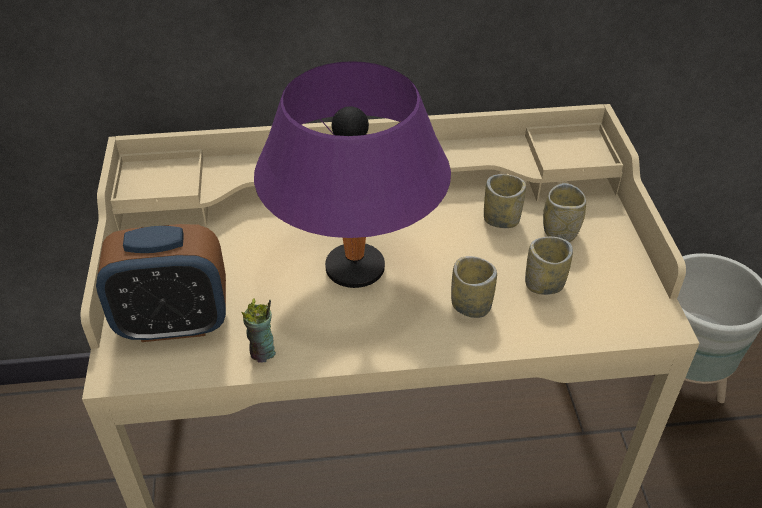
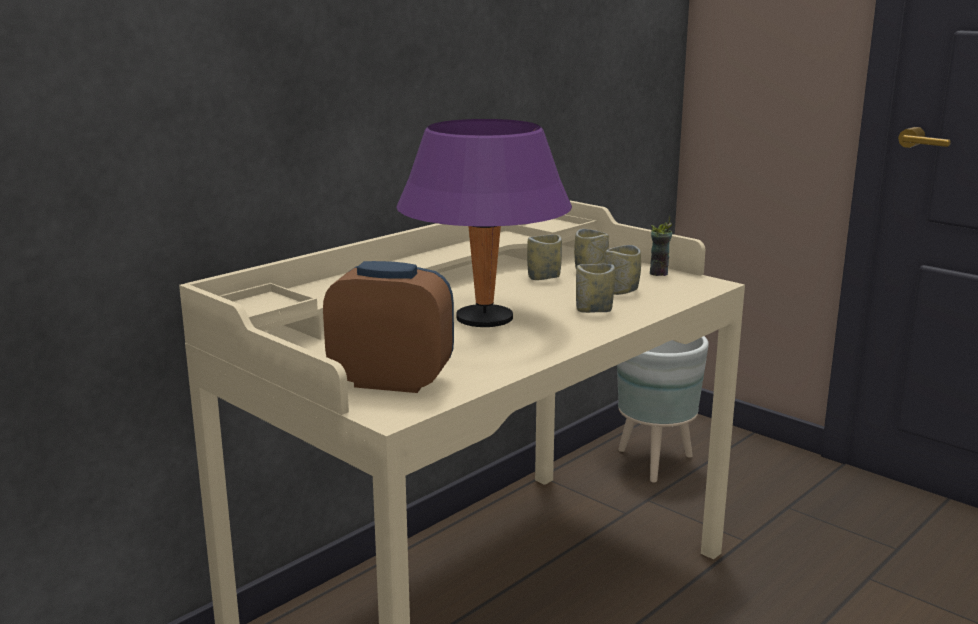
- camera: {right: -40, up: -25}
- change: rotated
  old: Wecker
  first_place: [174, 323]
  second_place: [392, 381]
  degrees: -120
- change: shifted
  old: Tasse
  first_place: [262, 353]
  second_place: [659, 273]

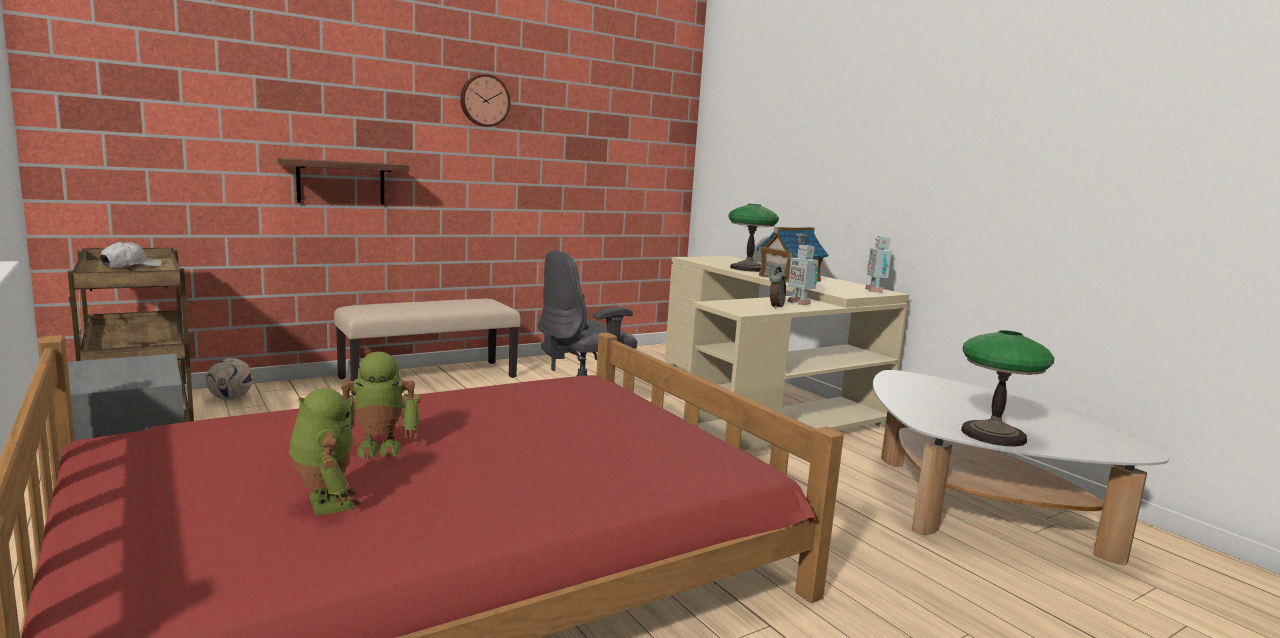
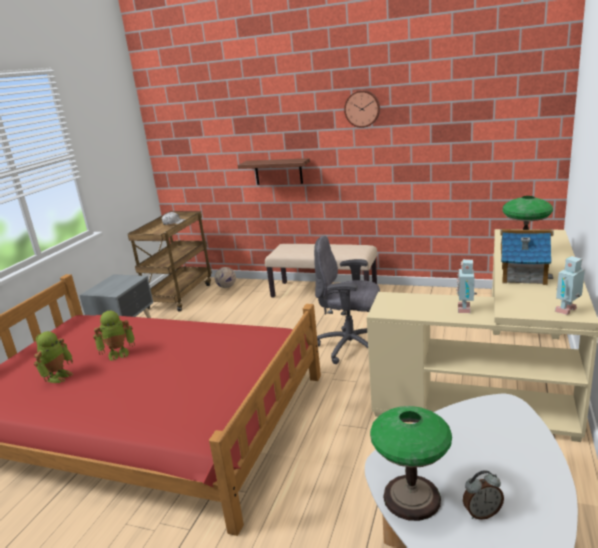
- camera: {right: 55, up: 10}
- change: rotated
  old: Spielzeugroboter
  first_place: [380, 448]
  second_place: [118, 353]
  degrees: -60
- change: shifted
  old: Wecker
  first_place: [775, 306]
  second_place: [481, 513]

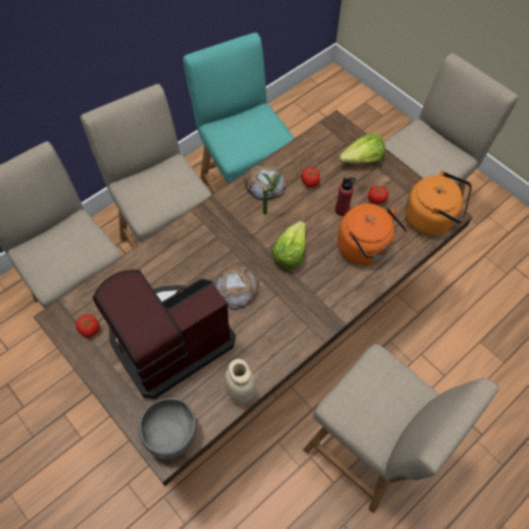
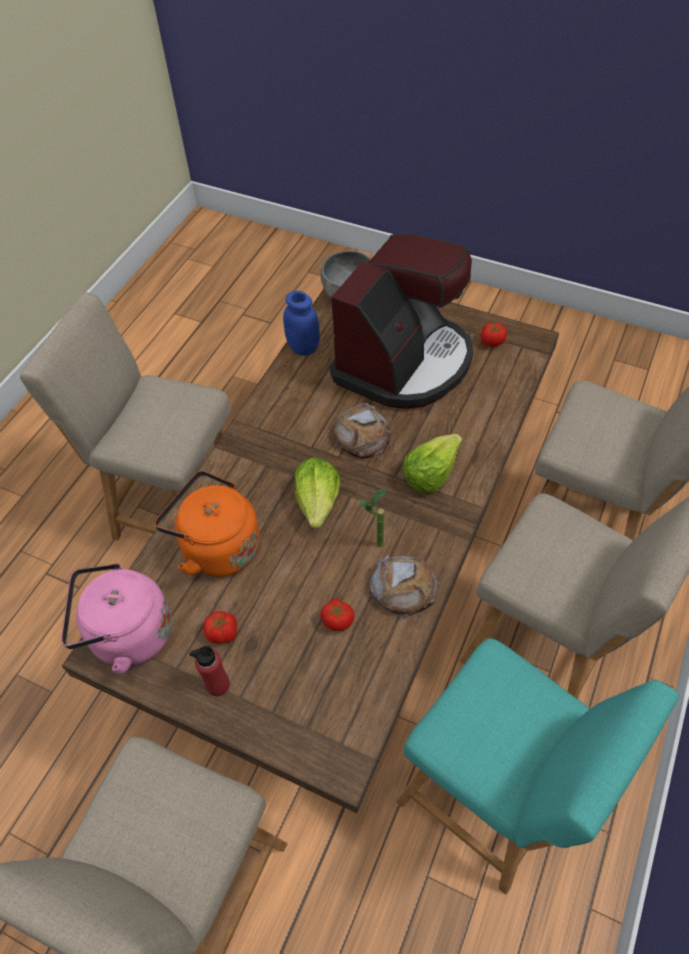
- camera: {right: 160, up: -5}
- change: repainted
  old: Vorratsglas [beige]
  new: Vorratsglas [blau]
  first_place: [240, 392]
  second_place: [303, 347]
- change: shifted
  old: Flasche [rot]
  first_place: [342, 210]
  second_place: [217, 685]
- change: shifted
  old: Salatkopf
  first_place: [362, 160]
  second_place: [430, 472]
- change: repainted
  old: Wasserkessel [orange]
  new: Wasserkessel [rosa]
  first_place: [432, 218]
  second_place: [127, 635]

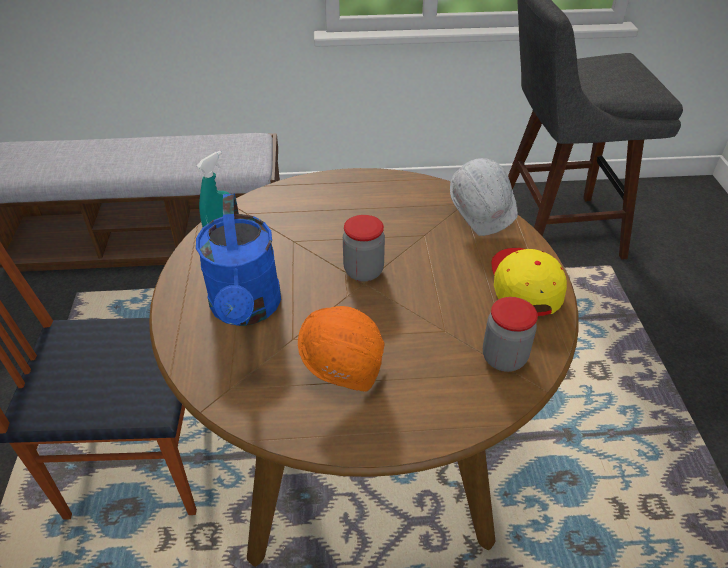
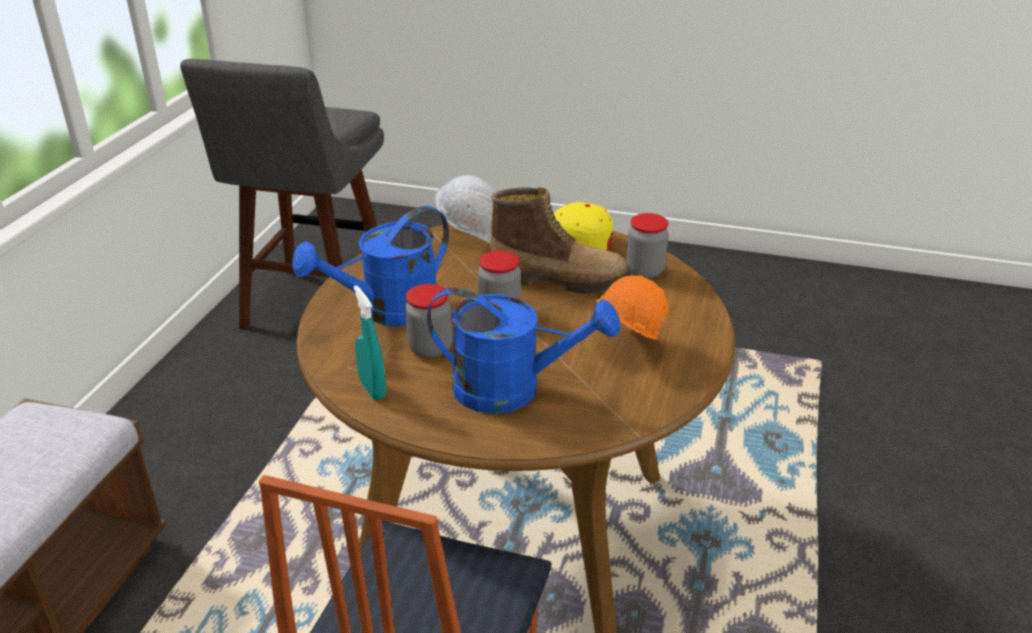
- camera: {right: -70, up: -10}
- change: new
  new: Gießkanne [blau]
  second_place: [389, 312]
- change: new
  new: Vorratsglas
  second_place: [430, 348]
- change: new
  new: Stiefel
  second_place: [559, 279]

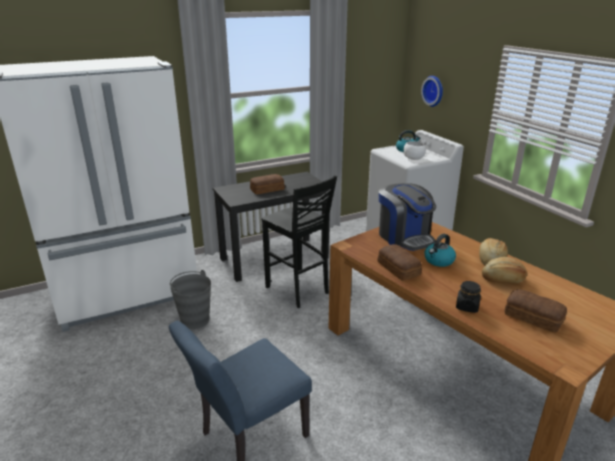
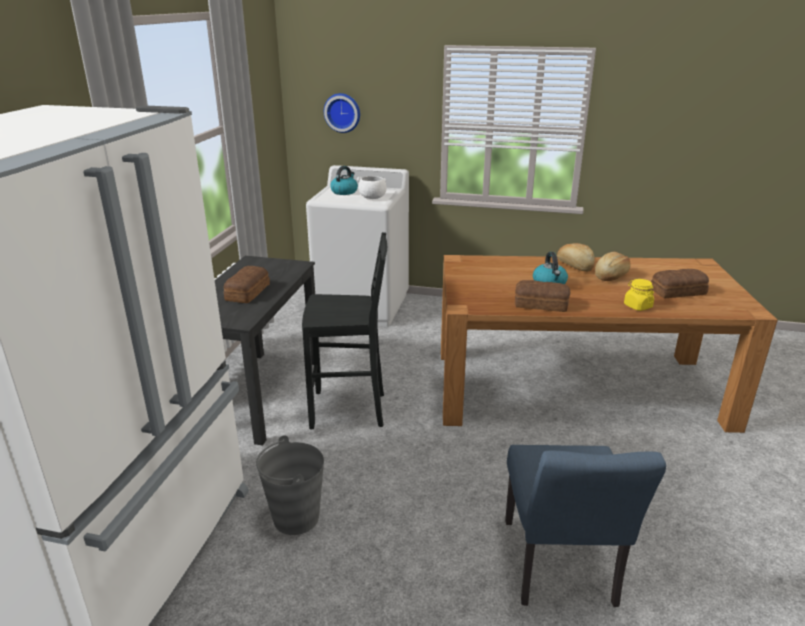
- camera: {right: -50, up: 0}
- change: gone
  old: Kaffeemaschine
  first_place: [404, 237]
- change: repainted
  old: Vorratsglas [schwarz]
  new: Vorratsglas [gelb]
  first_place: [467, 306]
  second_place: [637, 306]

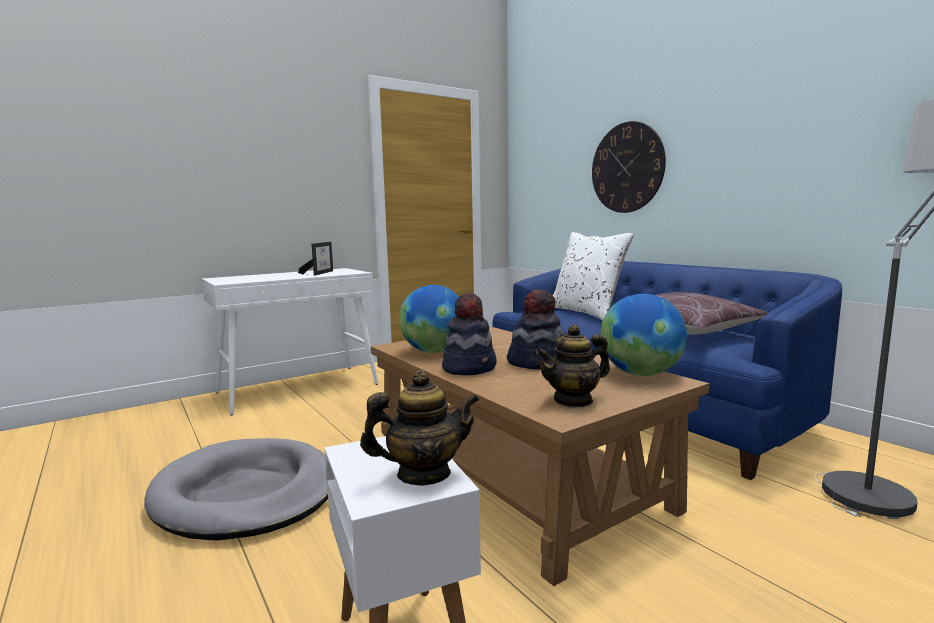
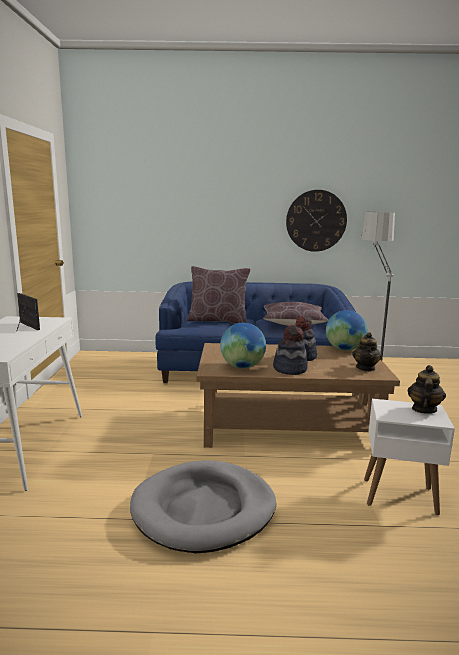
- camera: {right: -55, up: 5}
- change: repainted
  old: Kissen [weiß]
  new: Kissen [braun]
  first_place: [587, 312]
  second_place: [218, 320]
- change: shifted
  old: Wanduhr
  first_place: [627, 168]
  second_place: [316, 221]

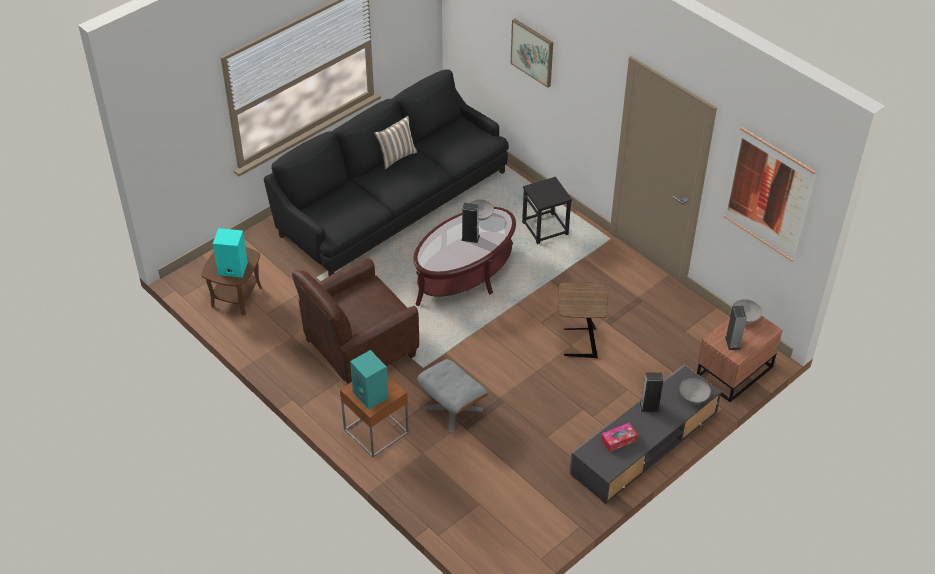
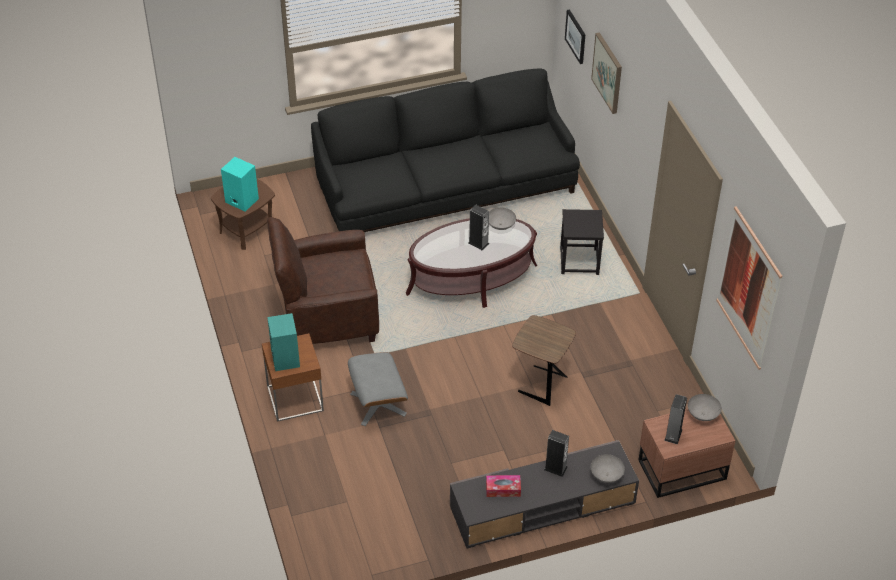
- camera: {right: 25, up: 0}
- change: gone
  old: Kissen
  first_place: [396, 157]
- change: new
  new: Bild
  second_place: [576, 36]

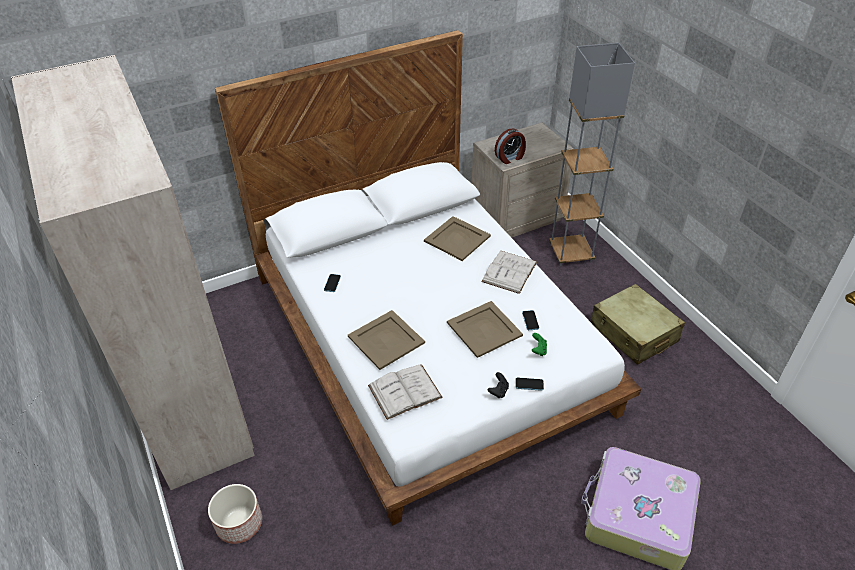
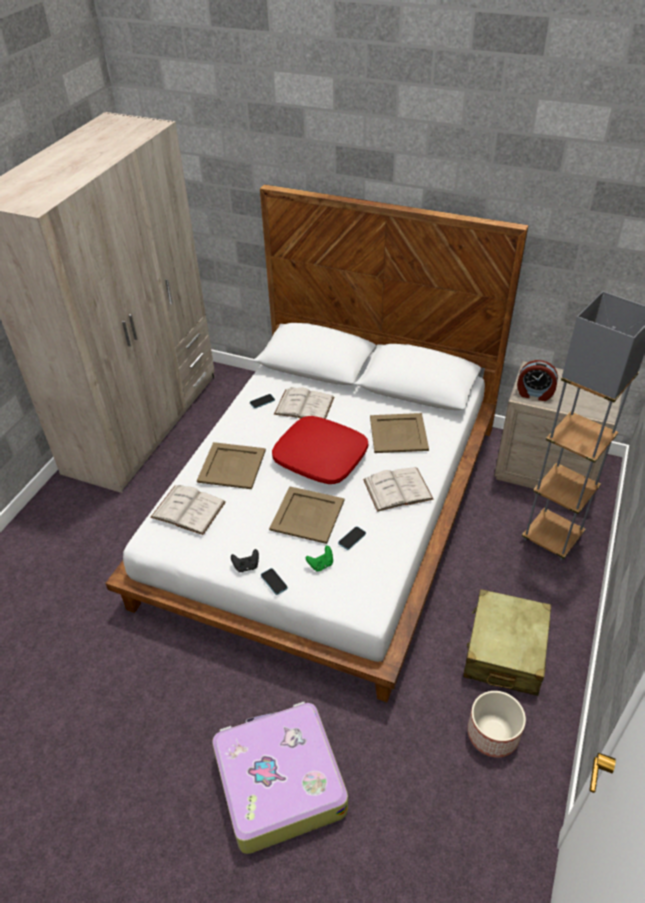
- camera: {right: 50, up: 0}
- change: shifted
  old: Pflanzkübel
  first_place: [240, 523]
  second_place: [493, 734]
- change: new
  new: Kissen [rot]
  second_place: [320, 458]
- change: new
  new: Buch [weiß]
  second_place: [304, 405]

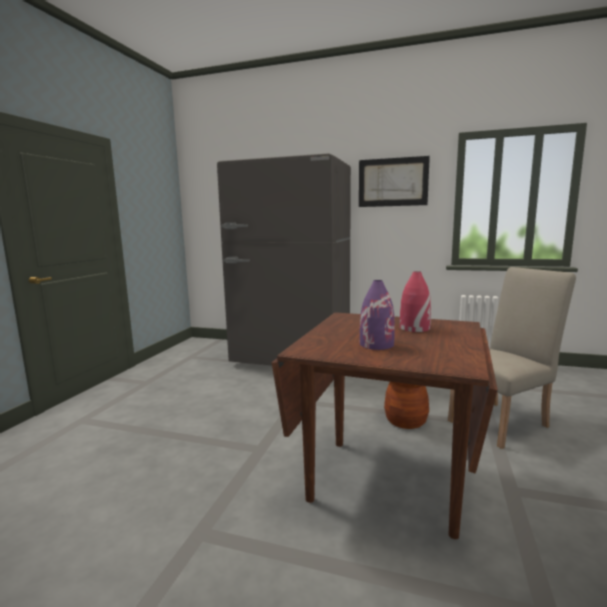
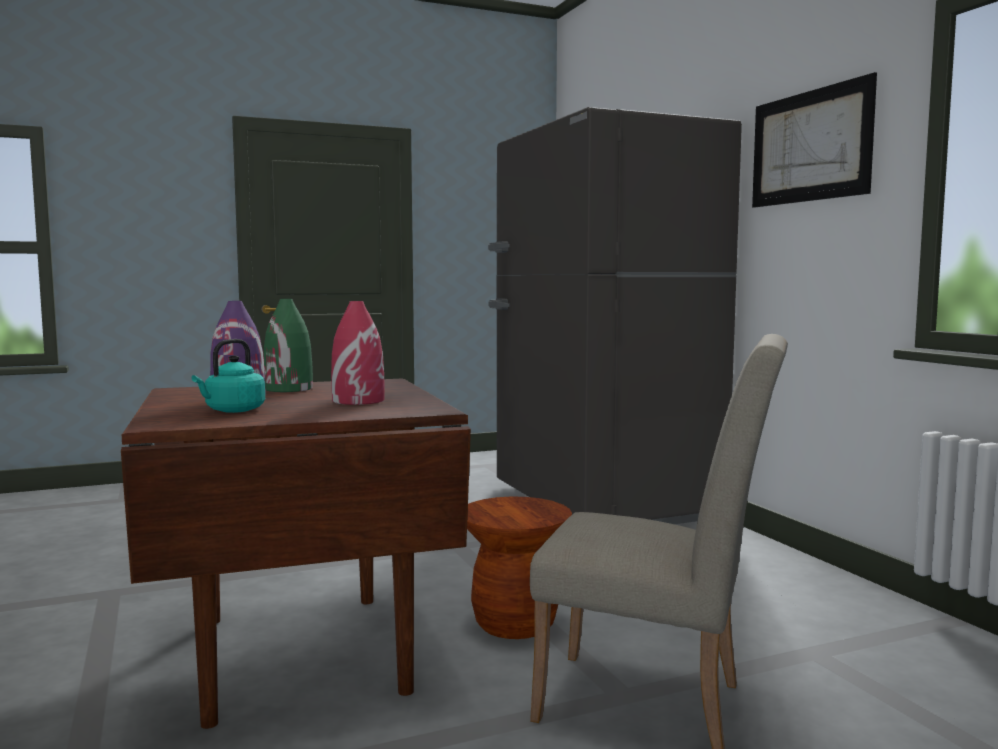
- camera: {right: 50, up: -5}
- change: new
  new: Wasserkessel [türkis]
  second_place: [232, 411]
- change: new
  new: Vase [grün]
  second_place: [289, 389]

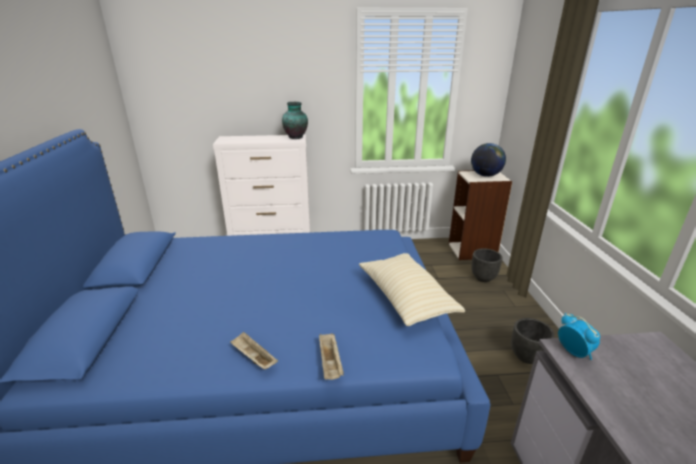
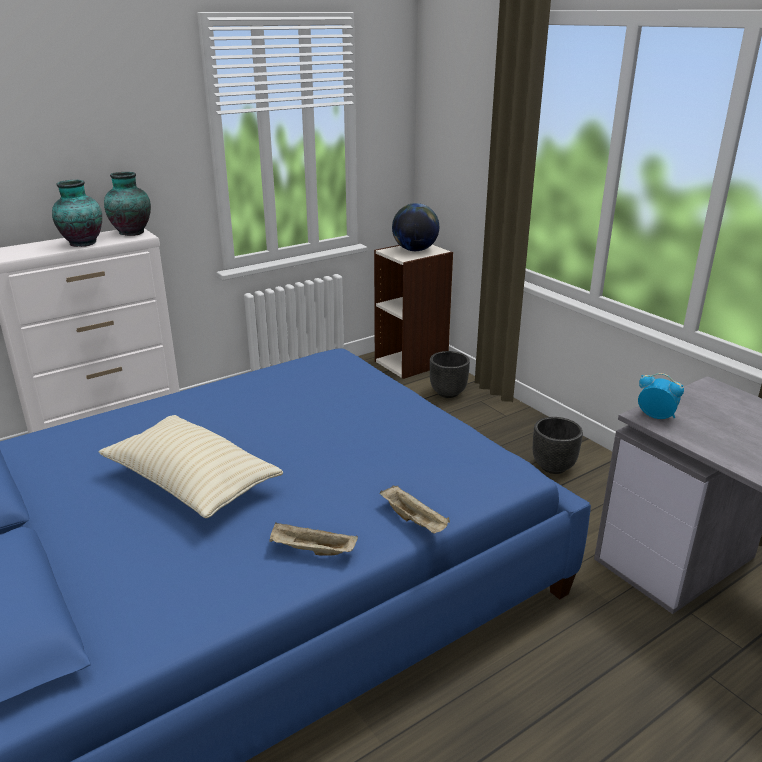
- camera: {right: -30, up: 0}
- change: shifted
  old: Kissen [beige]
  first_place: [406, 298]
  second_place: [191, 483]
- change: new
  new: Vase
  second_place: [81, 243]

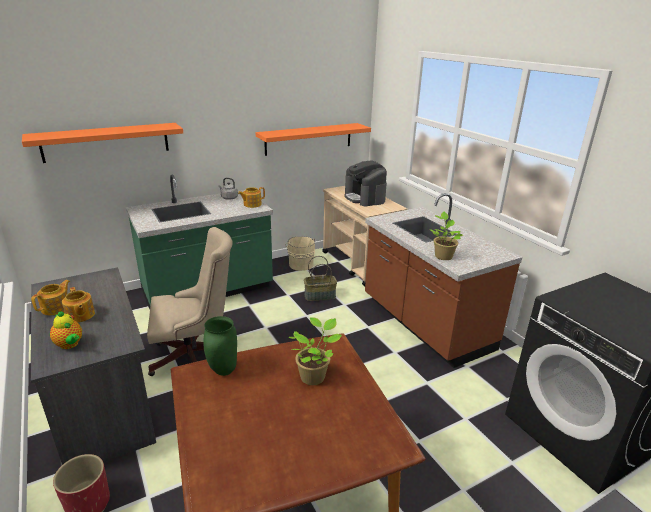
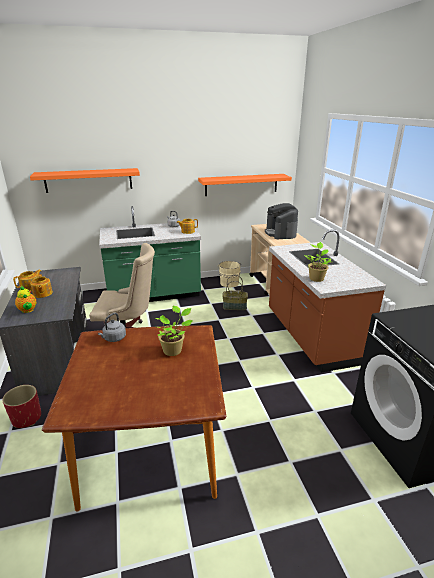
- camera: {right: 15, up: 0}
- change: swapped
  old: Vase [grün]
  new: Wasserkessel [grau]
  first_place: [224, 371]
  second_place: [114, 338]

